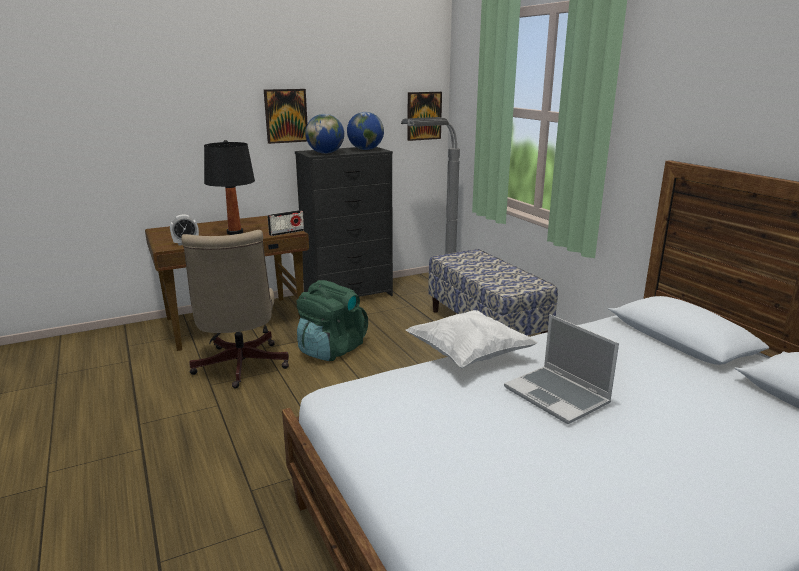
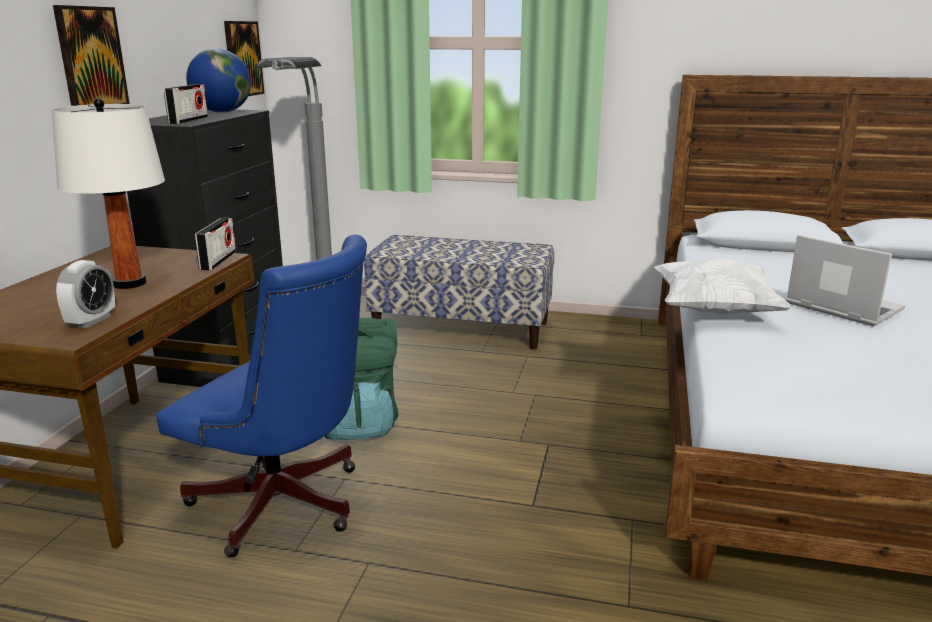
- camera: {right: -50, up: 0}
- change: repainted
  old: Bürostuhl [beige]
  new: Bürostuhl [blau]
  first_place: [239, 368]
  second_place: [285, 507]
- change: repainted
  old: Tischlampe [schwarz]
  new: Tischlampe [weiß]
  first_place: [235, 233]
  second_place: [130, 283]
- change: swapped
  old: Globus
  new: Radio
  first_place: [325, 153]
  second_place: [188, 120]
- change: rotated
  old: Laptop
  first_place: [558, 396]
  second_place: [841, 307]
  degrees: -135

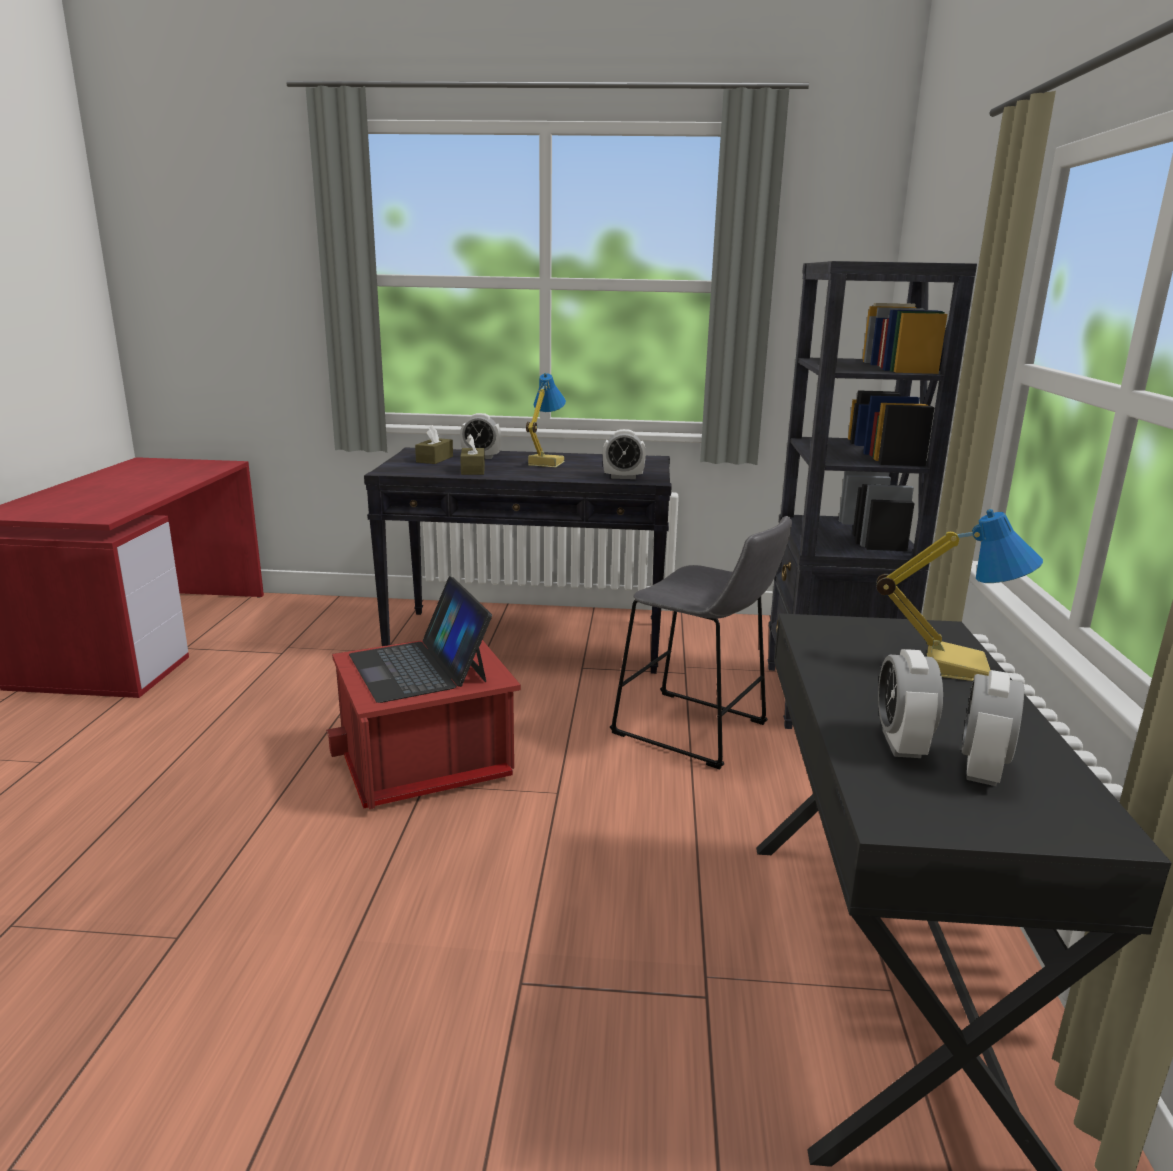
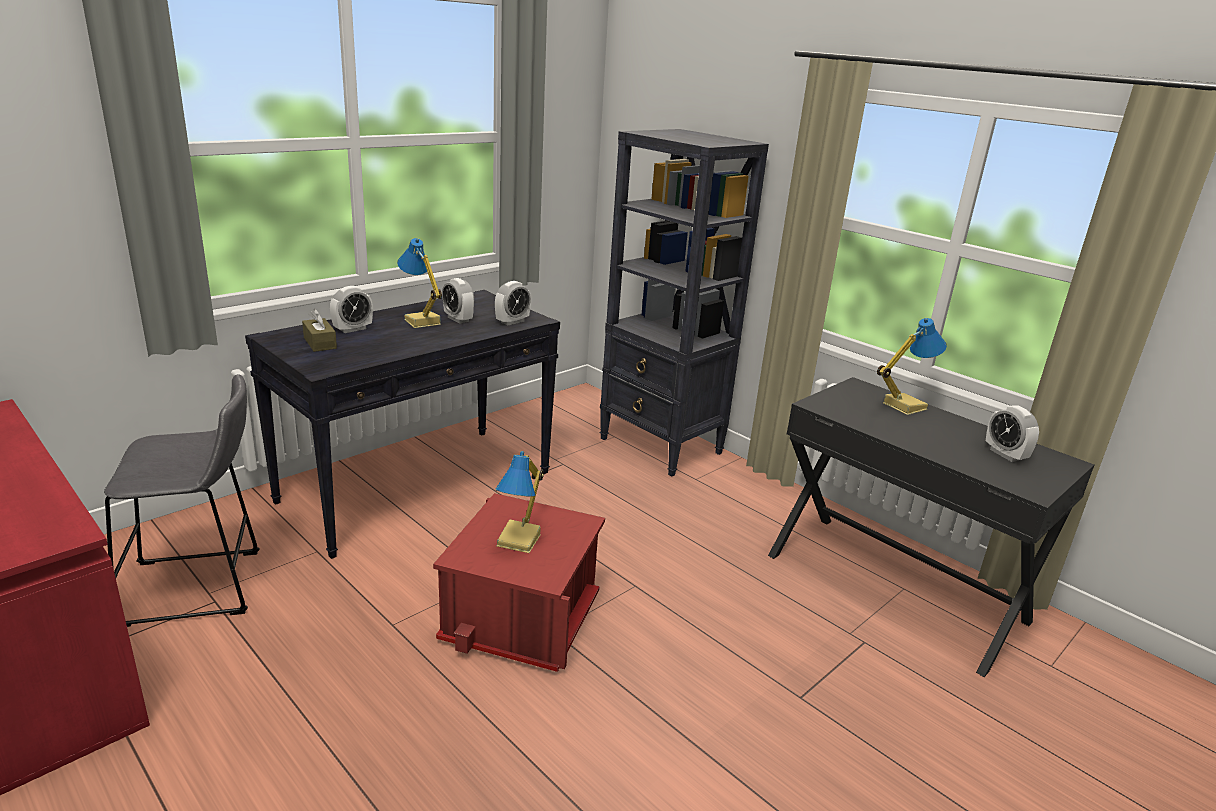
- camera: {right: -50, up: 5}
- change: swapped
  old: Laptop
  new: Tischlampe
  first_place: [419, 667]
  second_place: [520, 540]
- change: gone
  old: Taschentuchbox [braun]
  first_place: [473, 470]
- change: shifted
  old: Hocker [grau]
  first_place: [696, 731]
  second_place: [200, 587]
- change: shifted
  old: Wecker
  first_place: [901, 744]
  second_place: [458, 319]

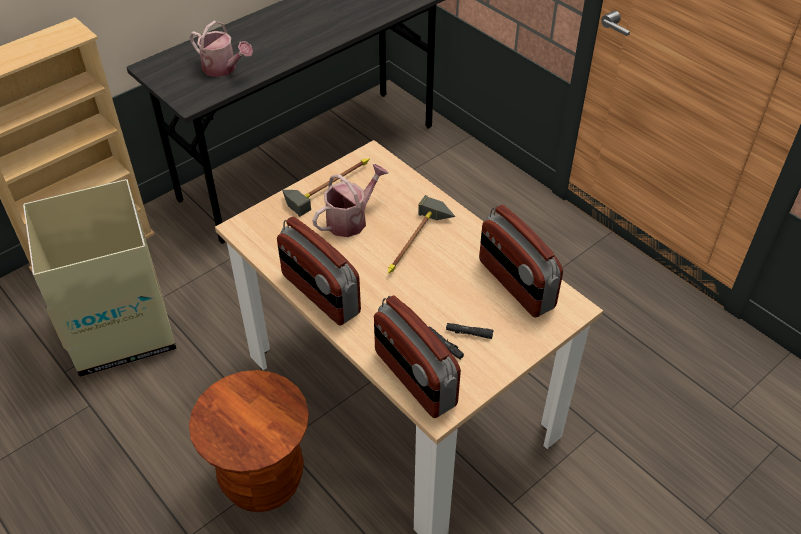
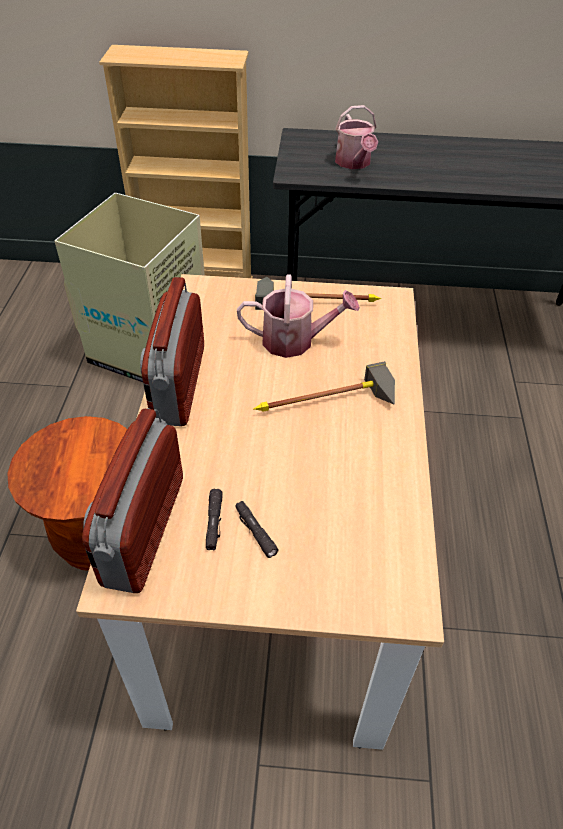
- camera: {right: 45, up: 0}
- change: gone
  old: Radio
  first_place: [515, 284]

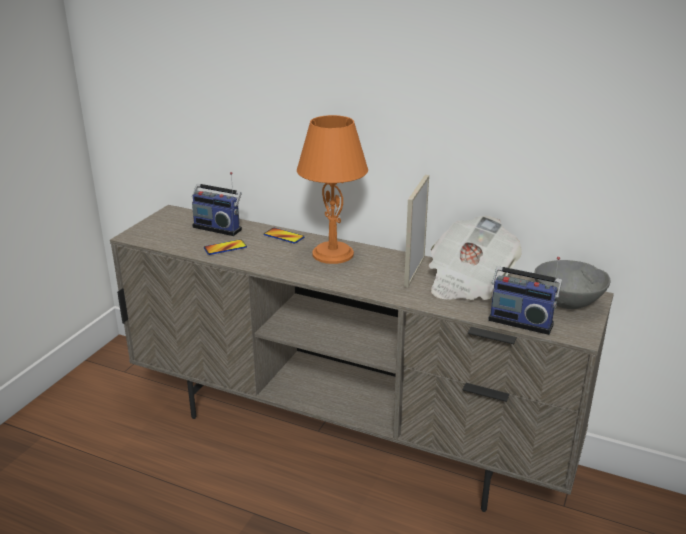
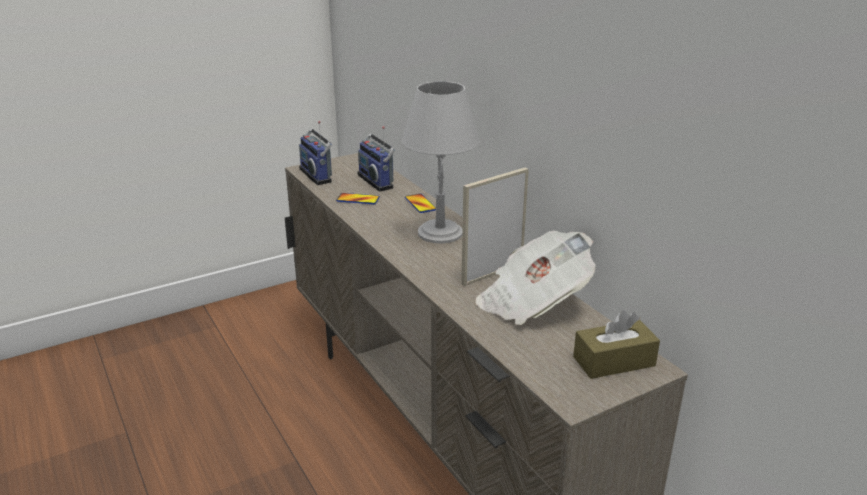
- camera: {right: 35, up: 0}
- change: repainted
  old: Tischlampe [orange]
  new: Tischlampe [grau]
  first_place: [333, 254]
  second_place: [440, 233]
- change: shifted
  old: Radio
  first_place: [521, 321]
  second_place: [318, 175]
- change: swapped
  old: Schüssel [grau]
  new: Taschentuchbox [braun]
  first_place: [567, 301]
  second_place: [614, 361]

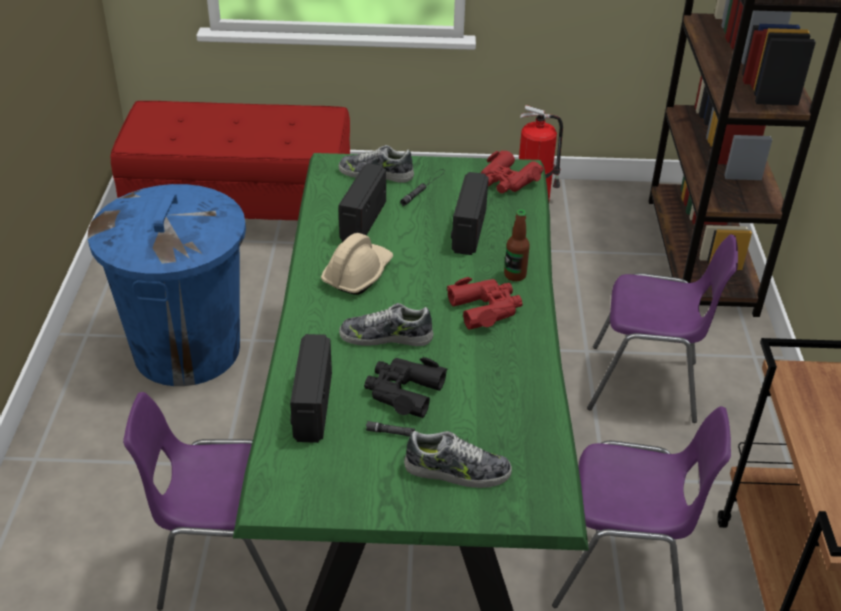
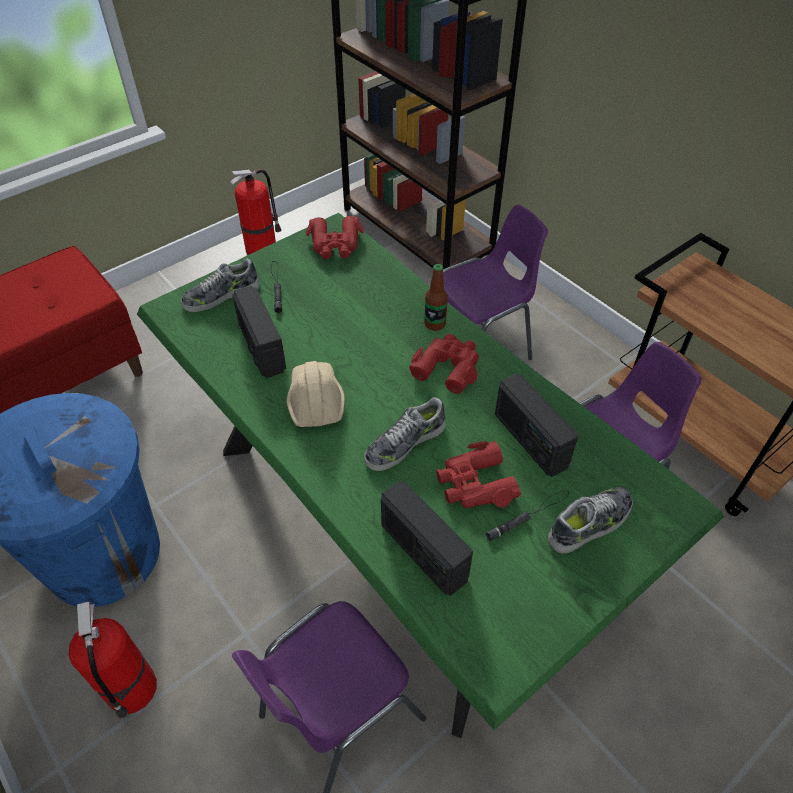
- camera: {right: -40, up: 10}
- change: repainted
  old: Fernglas [schwarz]
  new: Fernglas [rot]
  first_place: [403, 392]
  second_place: [475, 484]
- change: shifted
  old: Radio
  first_place: [468, 230]
  second_place: [530, 440]
- change: new
  new: Feuerlöscher
  second_place: [132, 691]

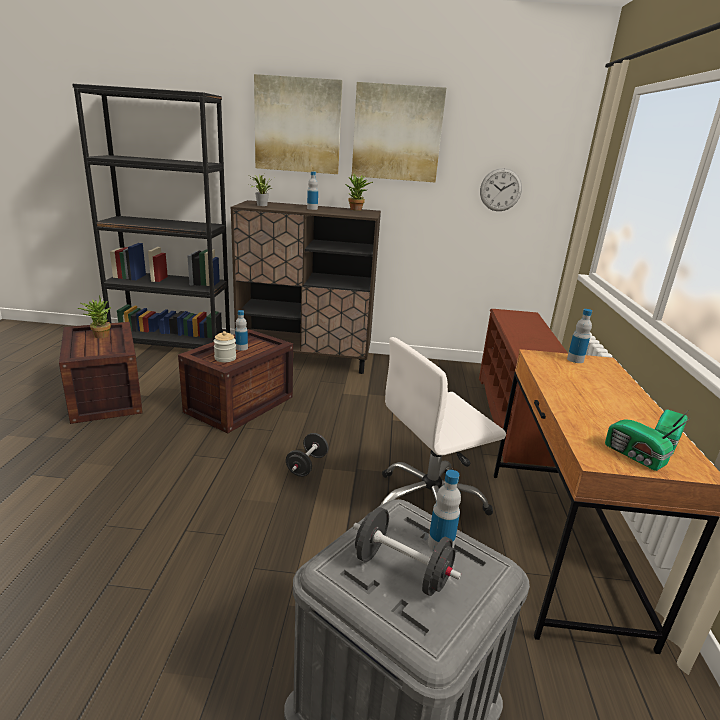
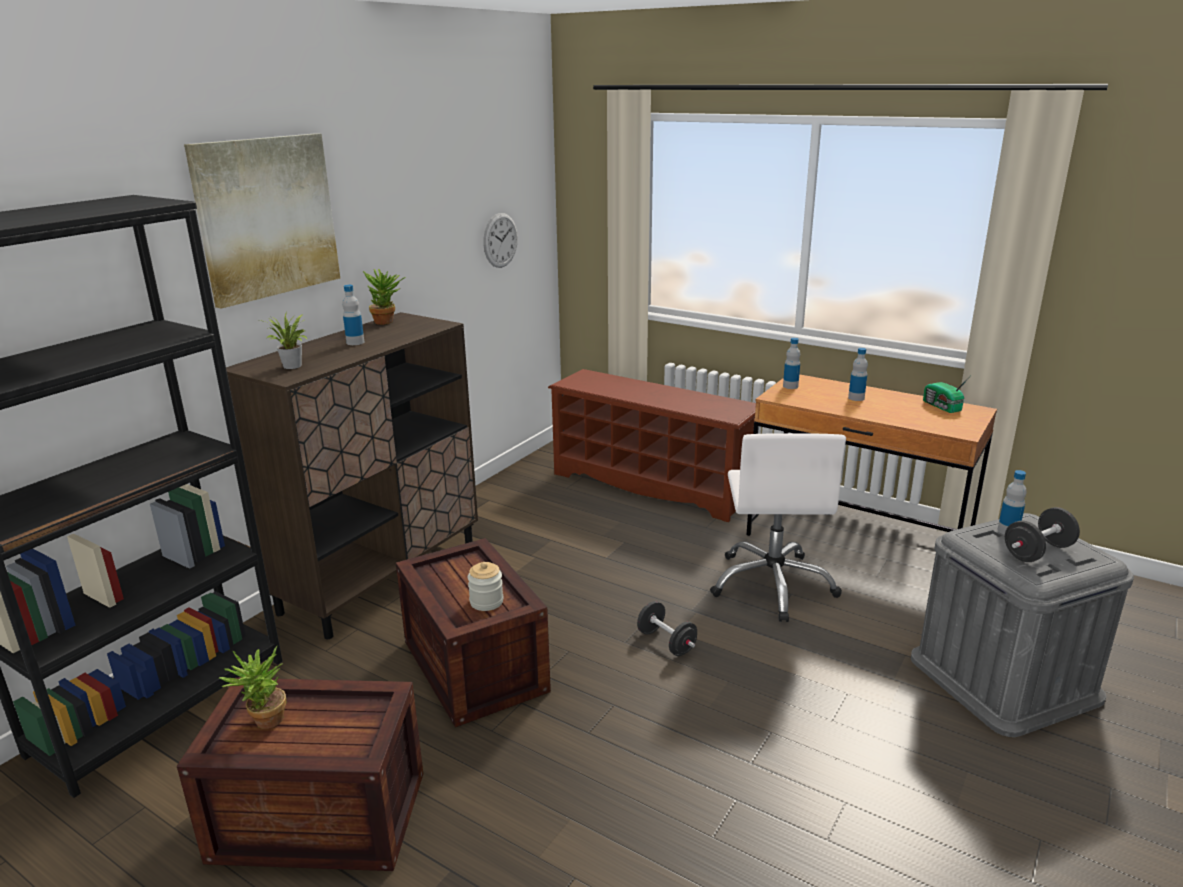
- camera: {right: -60, up: 0}
- change: shifted
  old: Flasche
  first_place: [241, 348]
  second_place: [856, 398]
- change: gone
  old: Bild
  first_place: [397, 133]
- change: gone
  old: Radio
  first_place: [635, 456]

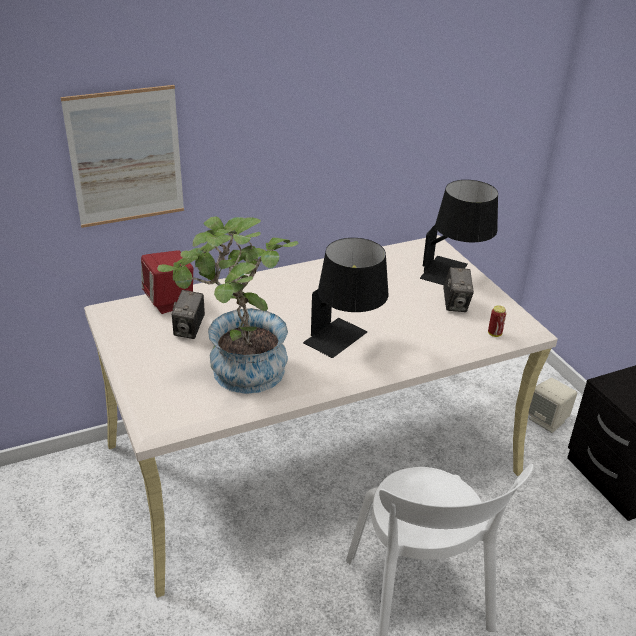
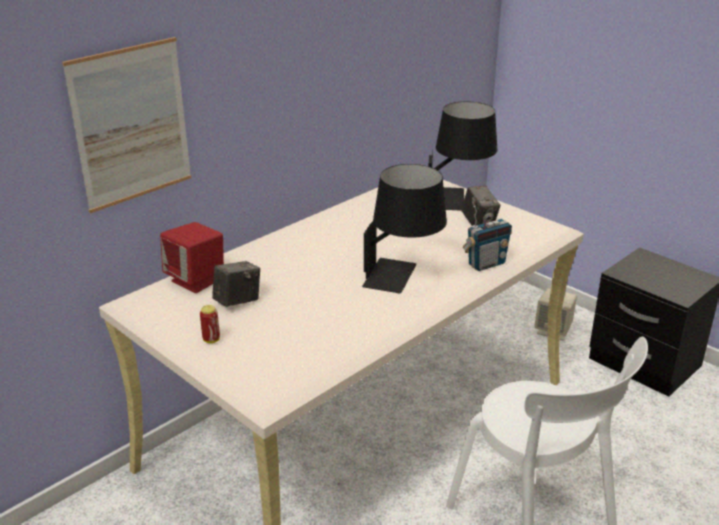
- camera: {right: -20, up: -5}
- change: gone
  old: Topfpflanze
  first_place: [238, 374]
- change: rotated
  old: Kamera
  first_place: [189, 330]
  second_place: [237, 301]
  degrees: -120
- change: shifted
  old: Dose
  first_place: [494, 334]
  second_place: [211, 340]
- change: new
  new: Radio
  second_place: [486, 264]

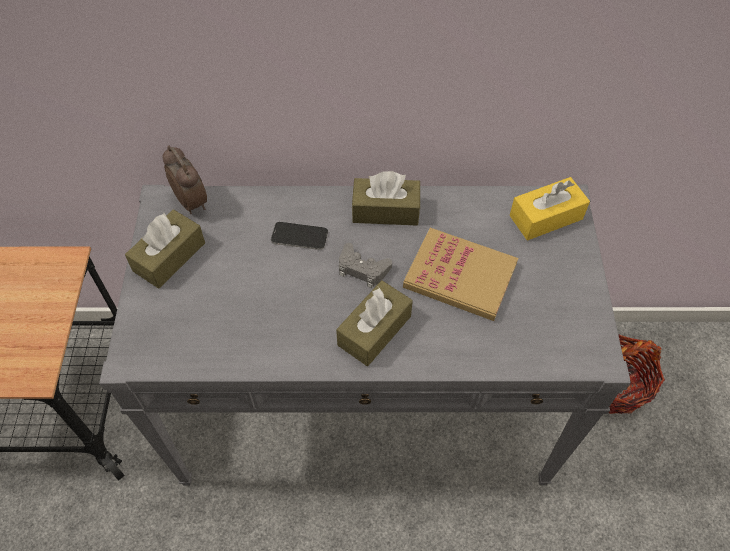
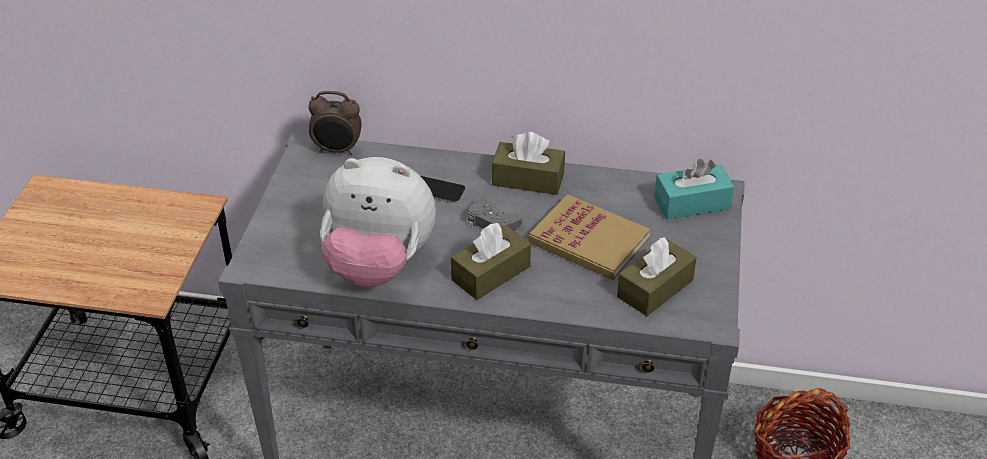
- camera: {right: 10, up: -15}
- change: shifted
  old: Taschentuchbox [braun]
  first_place: [169, 257]
  second_place: [655, 288]
- change: rotated
  old: Wecker
  first_place: [192, 201]
  second_place: [337, 150]
  degrees: 120
- change: repainted
  old: Taschentuchbox [gelb]
  new: Taschentuchbox [türkis]
  first_place: [546, 217]
  second_place: [692, 203]
- change: new
  new: Plüschtier
  second_place: [378, 265]

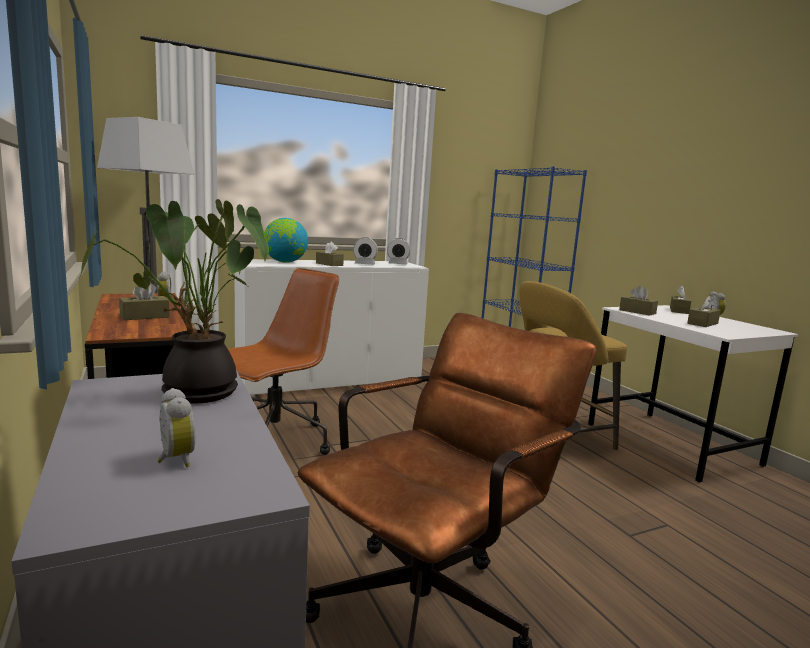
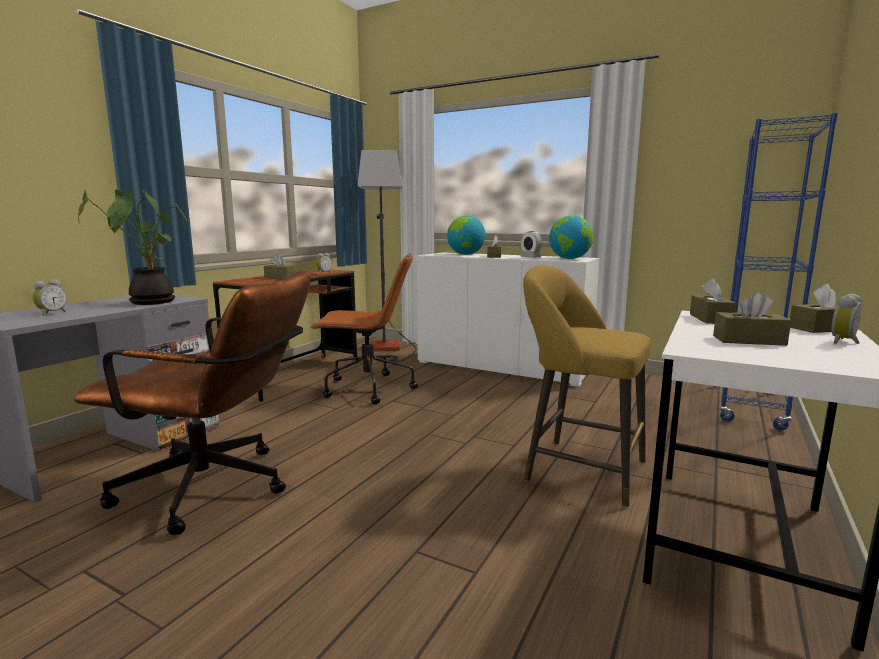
- camera: {right: 55, up: 0}
- change: swapped
  old: Wecker
  new: Globus
  first_place: [398, 264]
  second_place: [570, 258]

